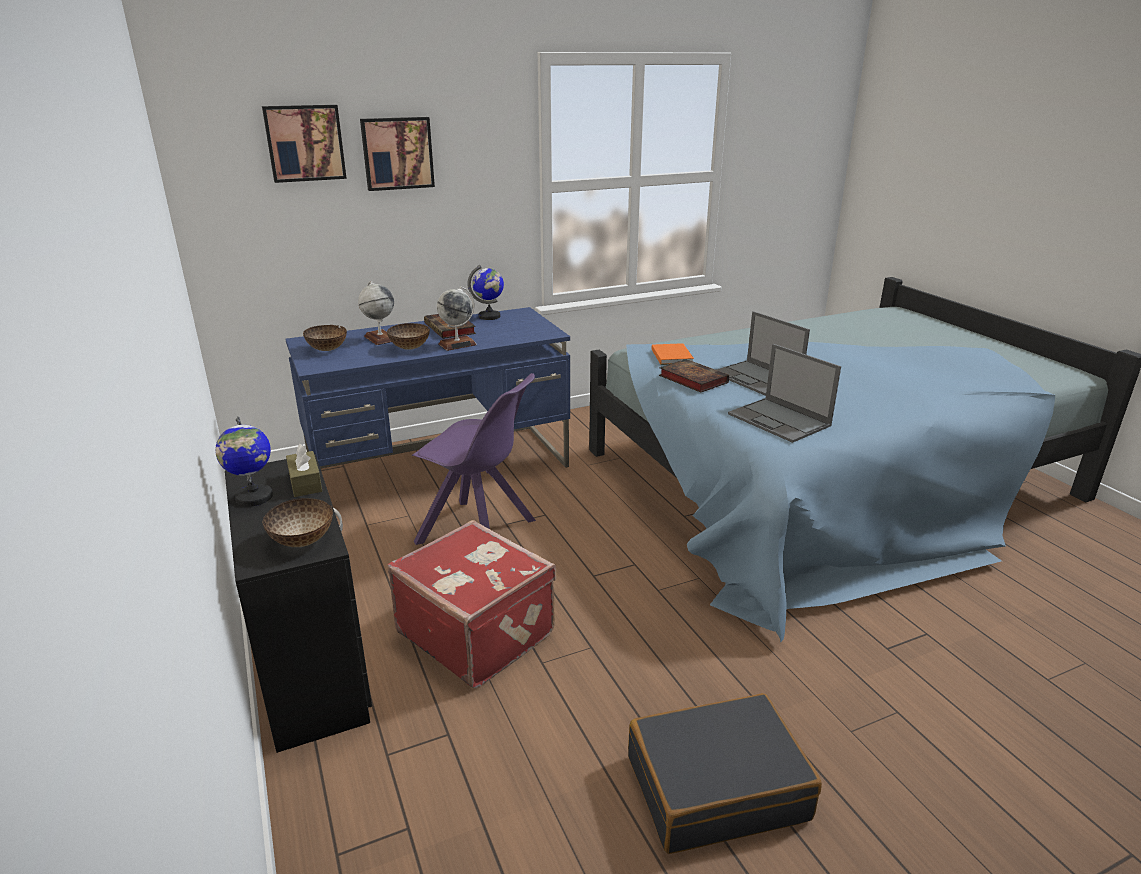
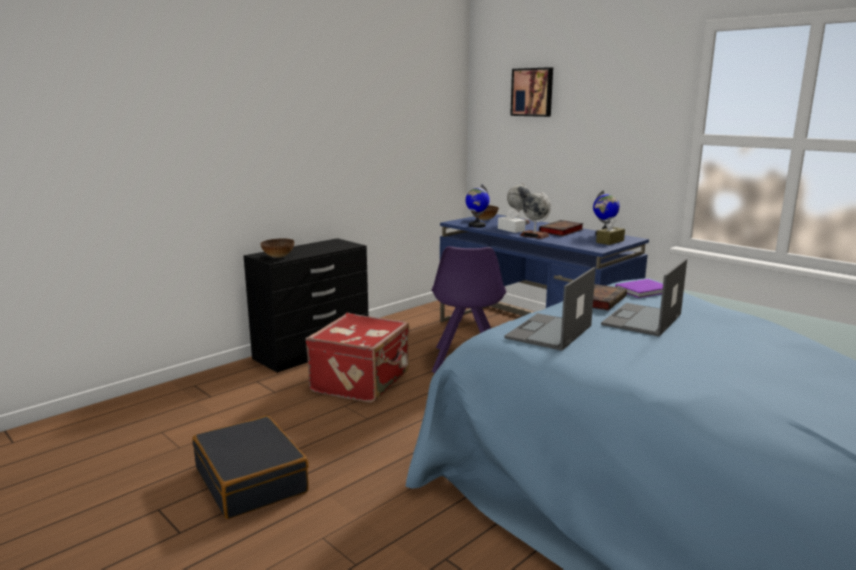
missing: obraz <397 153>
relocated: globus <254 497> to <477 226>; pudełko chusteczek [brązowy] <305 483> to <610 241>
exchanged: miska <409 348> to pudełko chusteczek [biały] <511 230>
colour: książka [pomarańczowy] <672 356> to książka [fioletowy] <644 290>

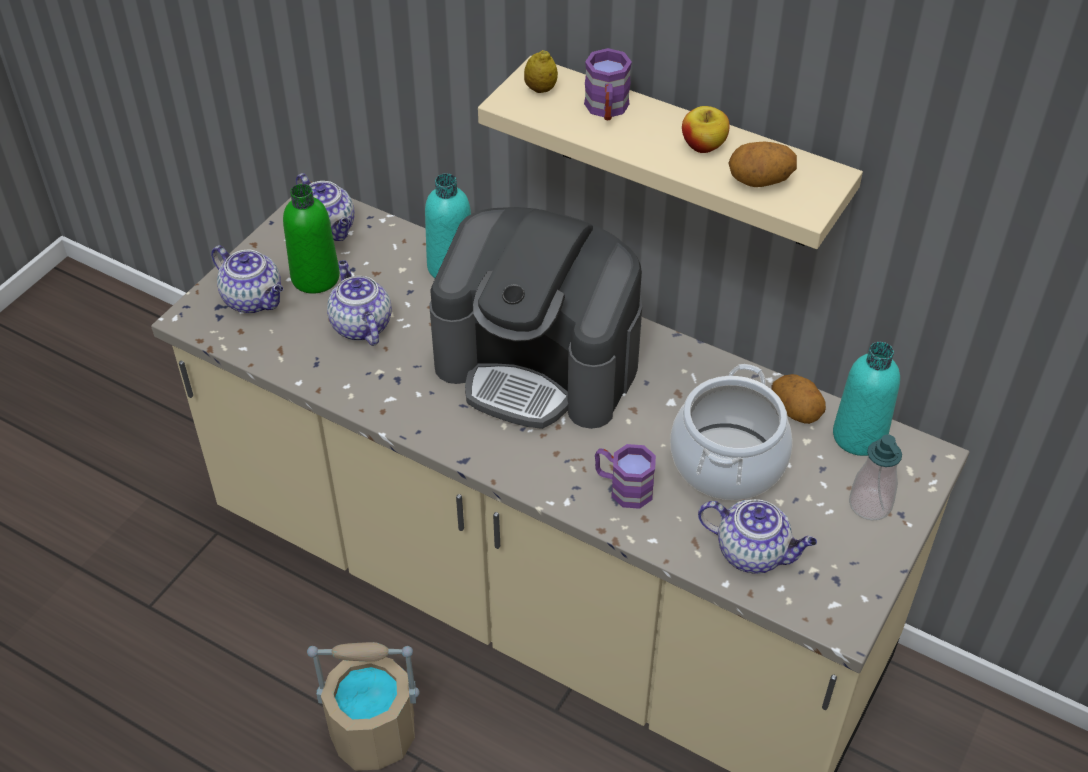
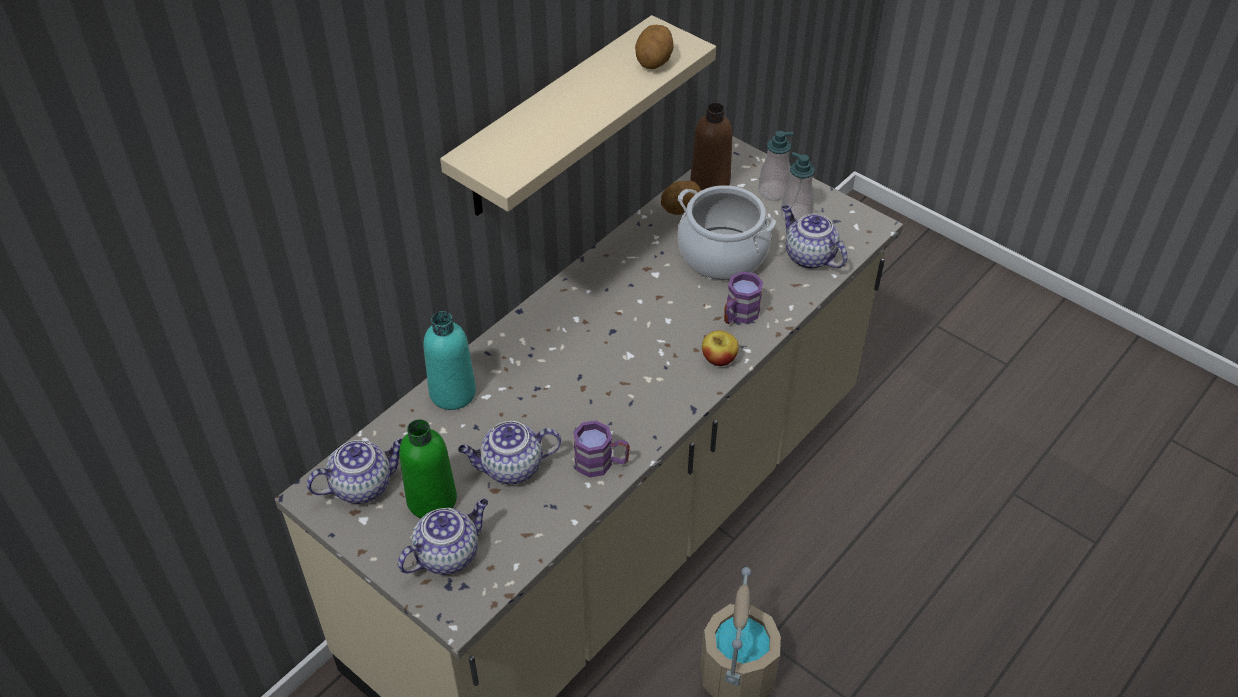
missing: ekspres do kawy <539 364>; cytryna <540 89>
appeared: dozownik mydła <796 215>
relocated: kubek [fioletowy] <606 110> to <601 463>; jabłko <703 145> to <719 359>
colour: butelka [turkusowy] <859 436> to butelka [brązowy] <710 183>
spun: imbryk <753 552> = <808 256> 75 degrees counterclockwise

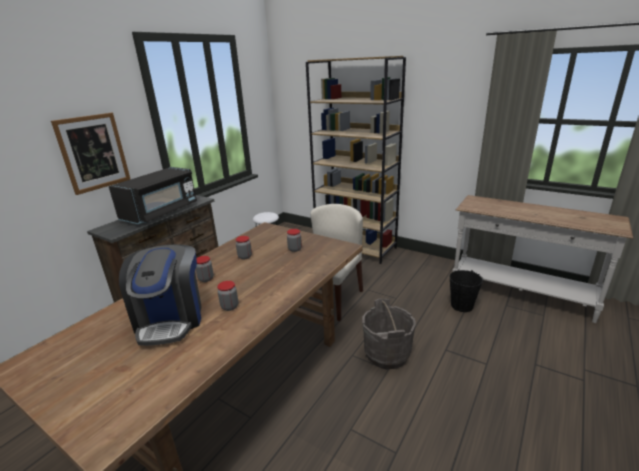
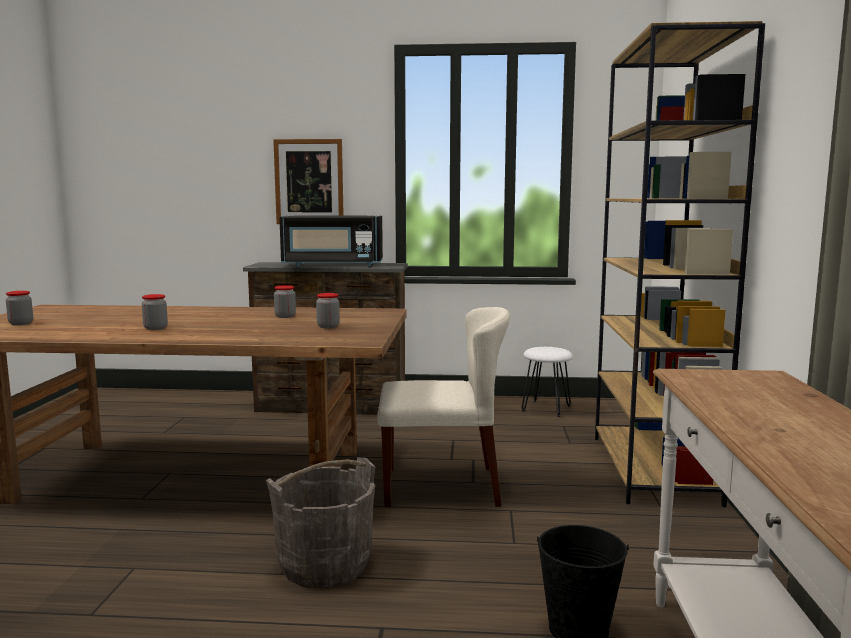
missing: ekspres do kawy <171 319>
relocated: słoik <206 279> to <21 323>

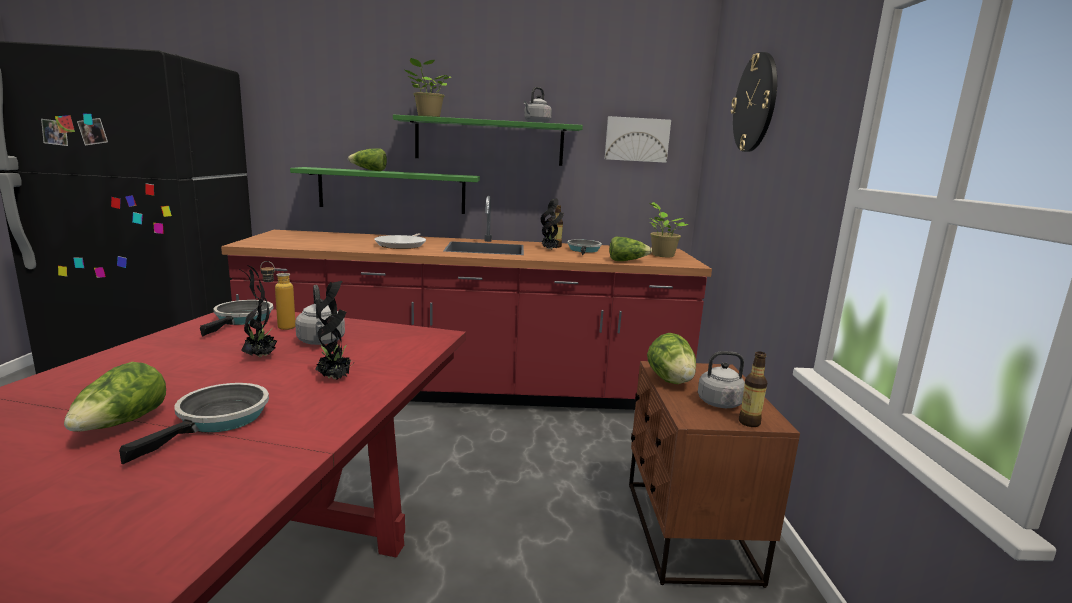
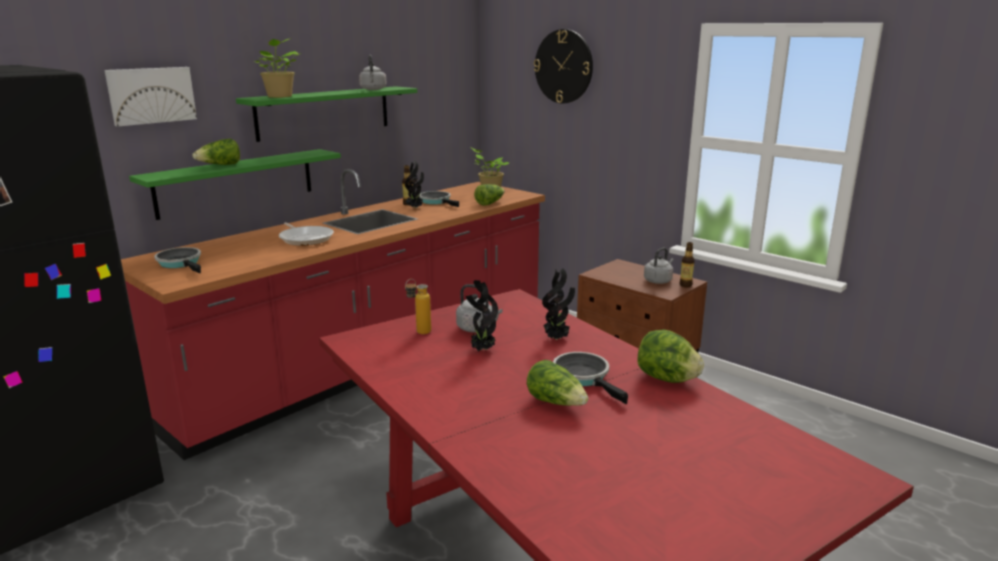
relocated: patelnia <242 320> to <181 263>; obraz <636 139> to <151 95>; sałata <670 380> to <666 379>

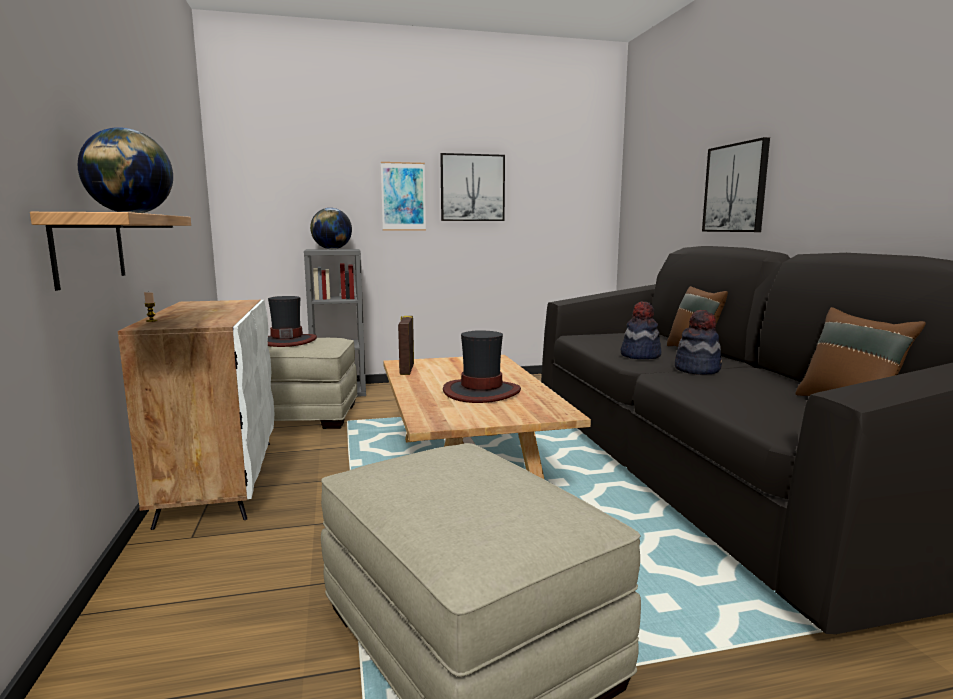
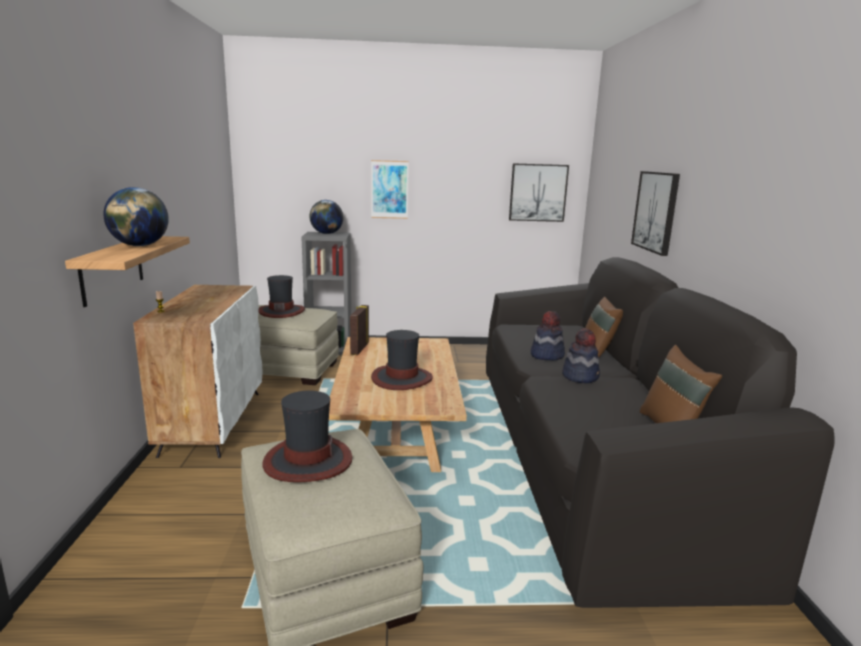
appeared: kapelusz <307 461>
relocated: obraz <472 188> to <538 192>

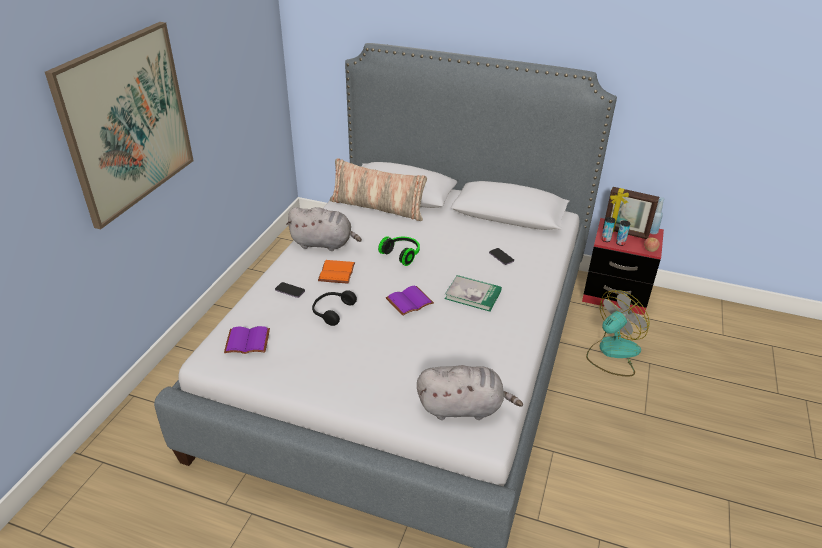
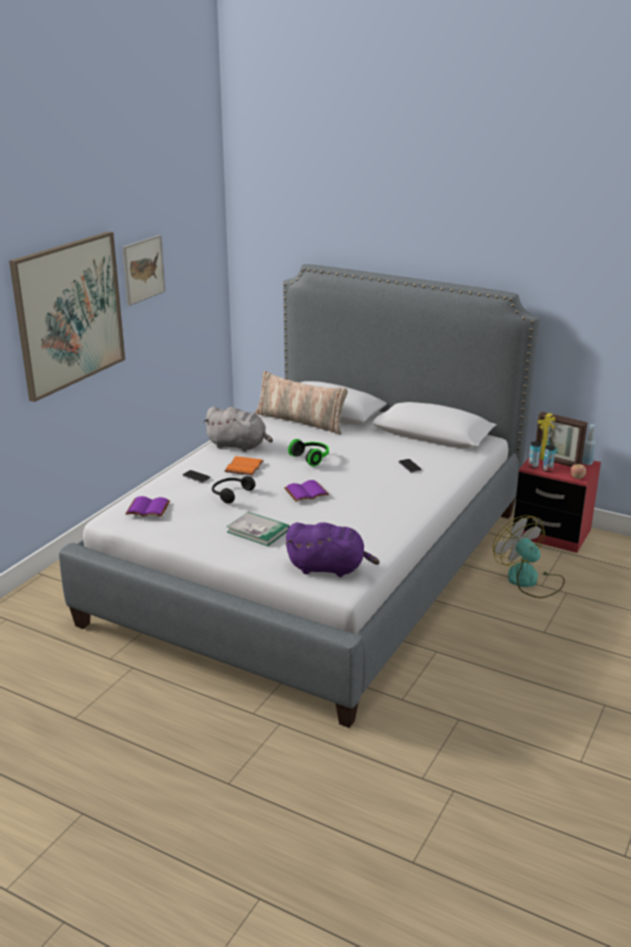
appeared: obraz <143 269>
relocated: książka <473 295> to <258 531>
colour: pluszak [szary] <463 408> to pluszak [fioletowy] <329 568>
spun: wentylator <612 353> = <529 581> 90 degrees counterclockwise

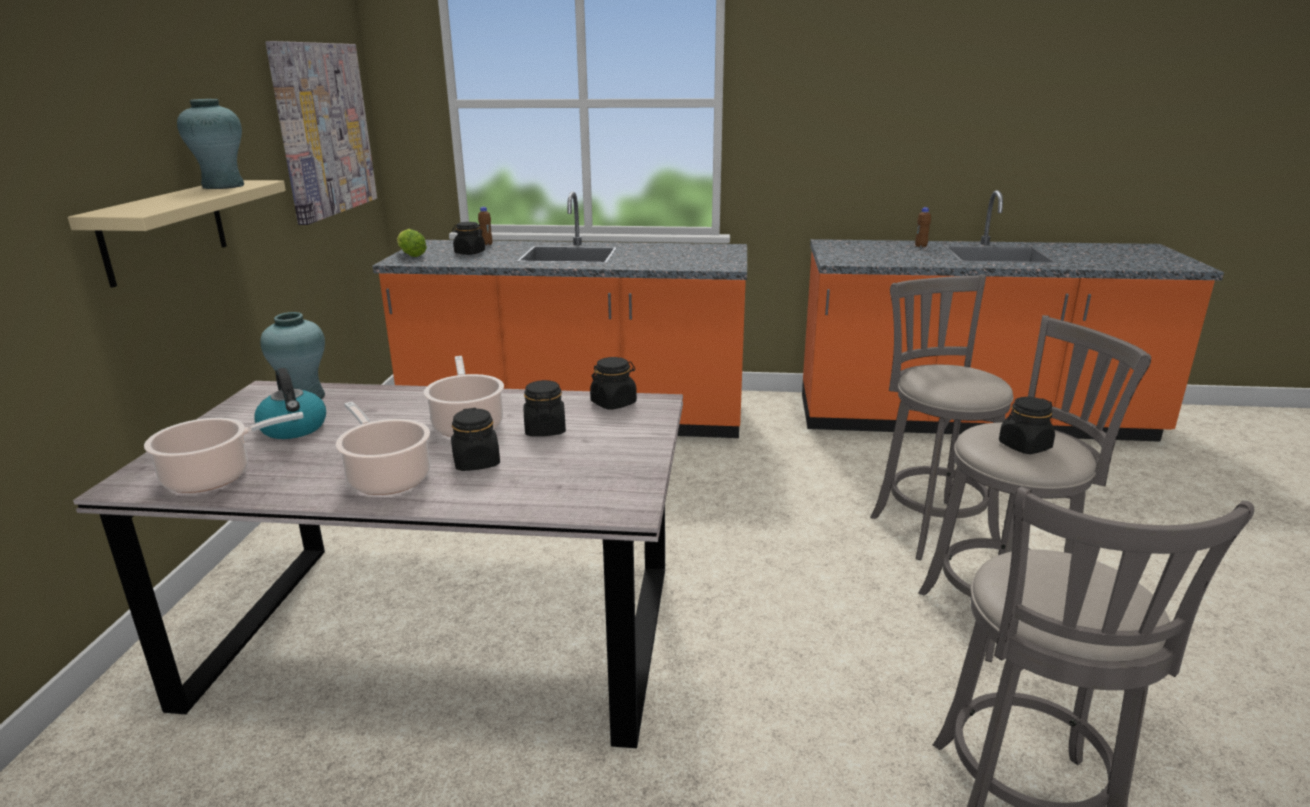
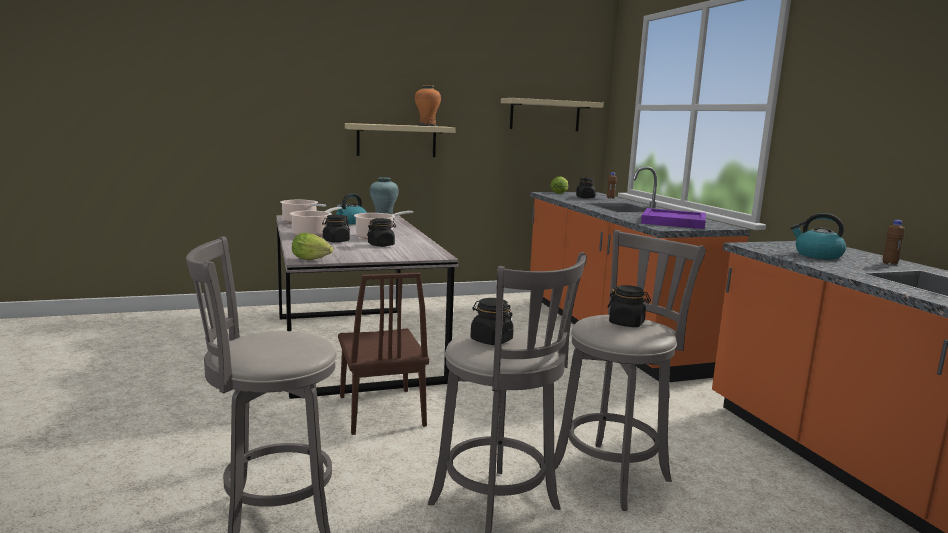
appeared: sałata <313 260>; krzesło [brązowy] <381 410>; taca [fioletowy] <674 222>; czajnik <817 255>
relocated: słoik [czarny] <614 403> to <627 323>
exchanged: obraz <323 130> to półka [beżowy] <545 115>
colour: wazon [turkusowy] <223 186> to wazon [pomarańczowy] <427 125>

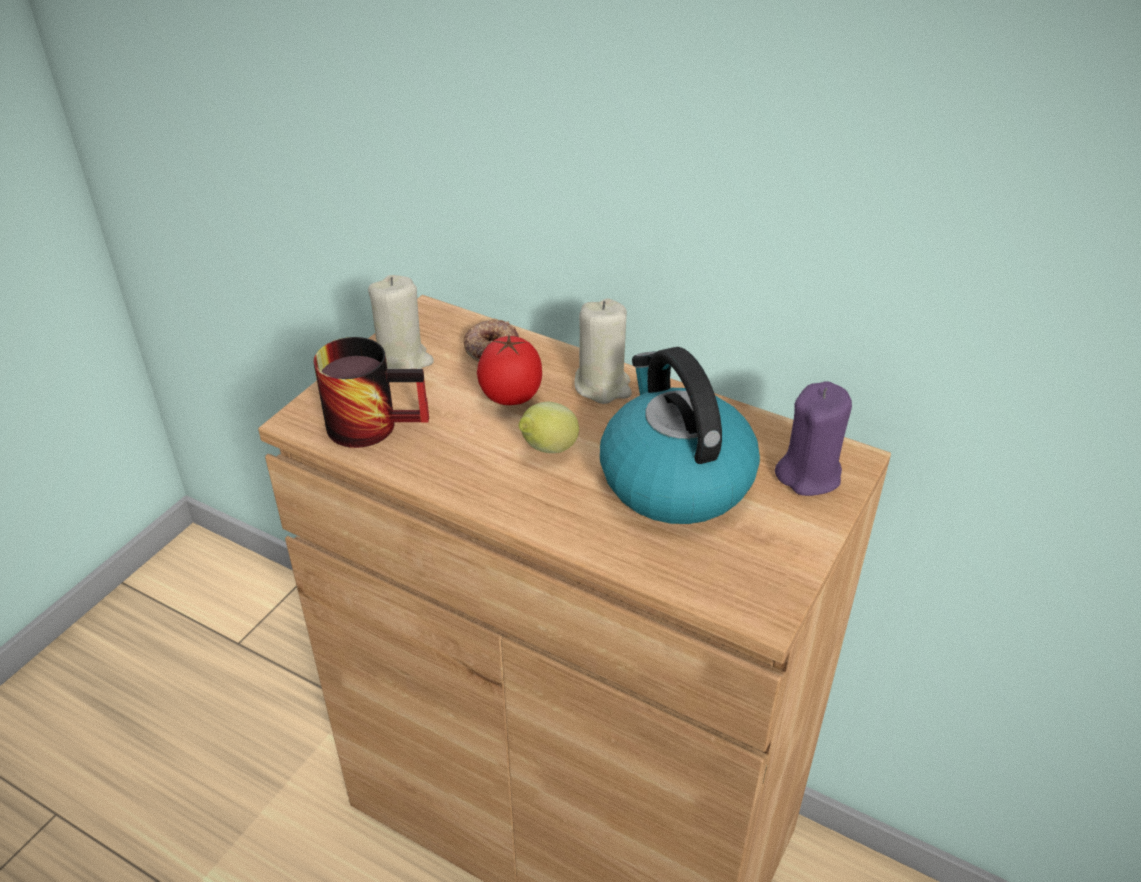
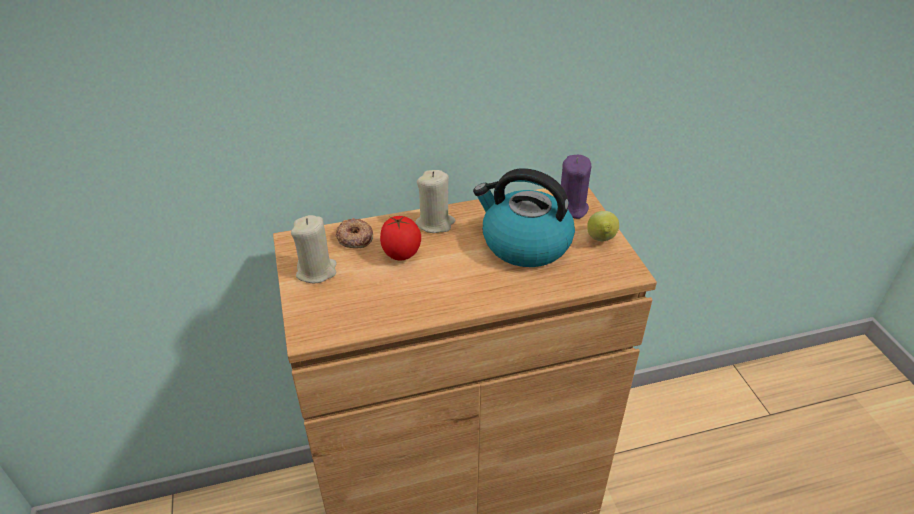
missing: kubek <374 421>
relocated: cytryna <547 450> to <601 240>

